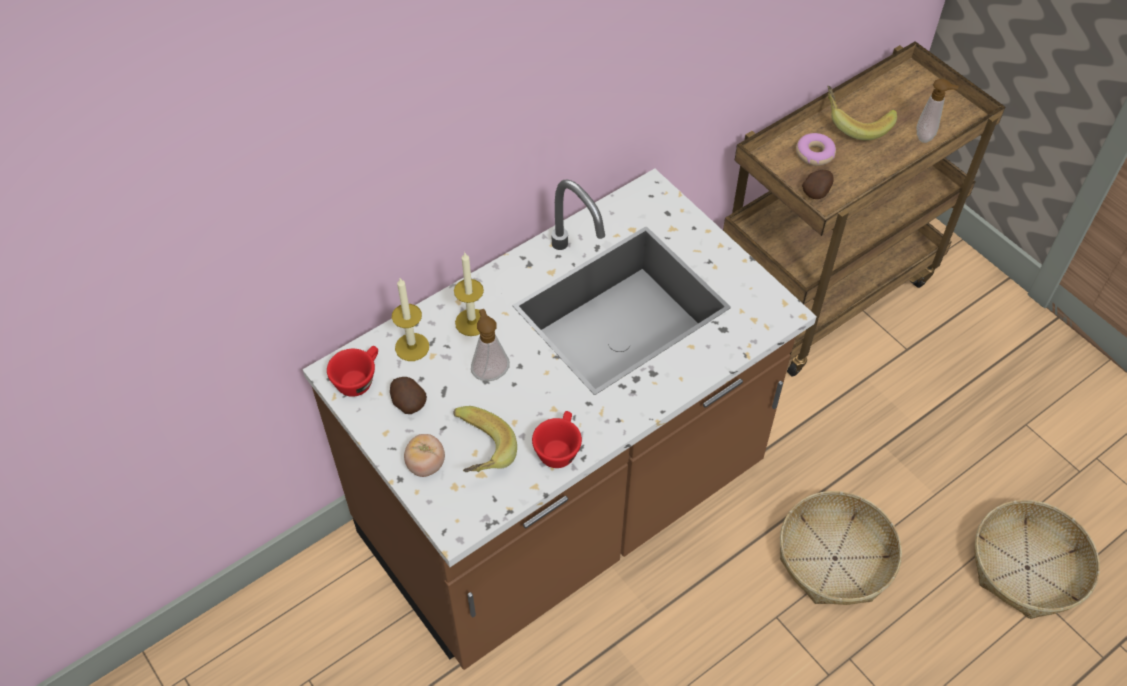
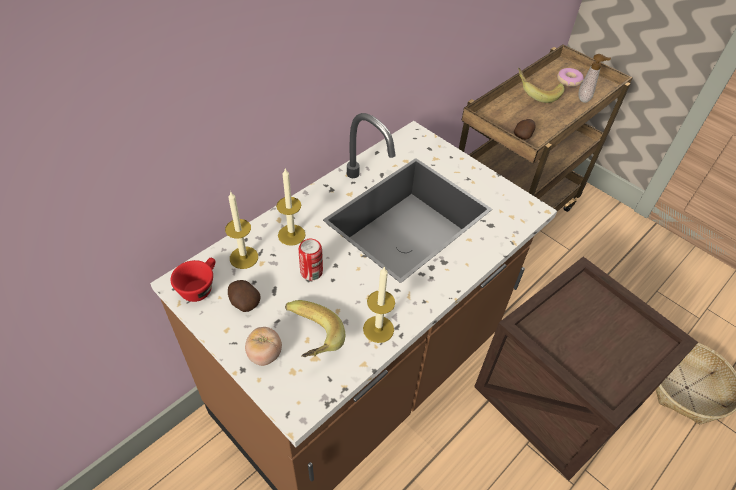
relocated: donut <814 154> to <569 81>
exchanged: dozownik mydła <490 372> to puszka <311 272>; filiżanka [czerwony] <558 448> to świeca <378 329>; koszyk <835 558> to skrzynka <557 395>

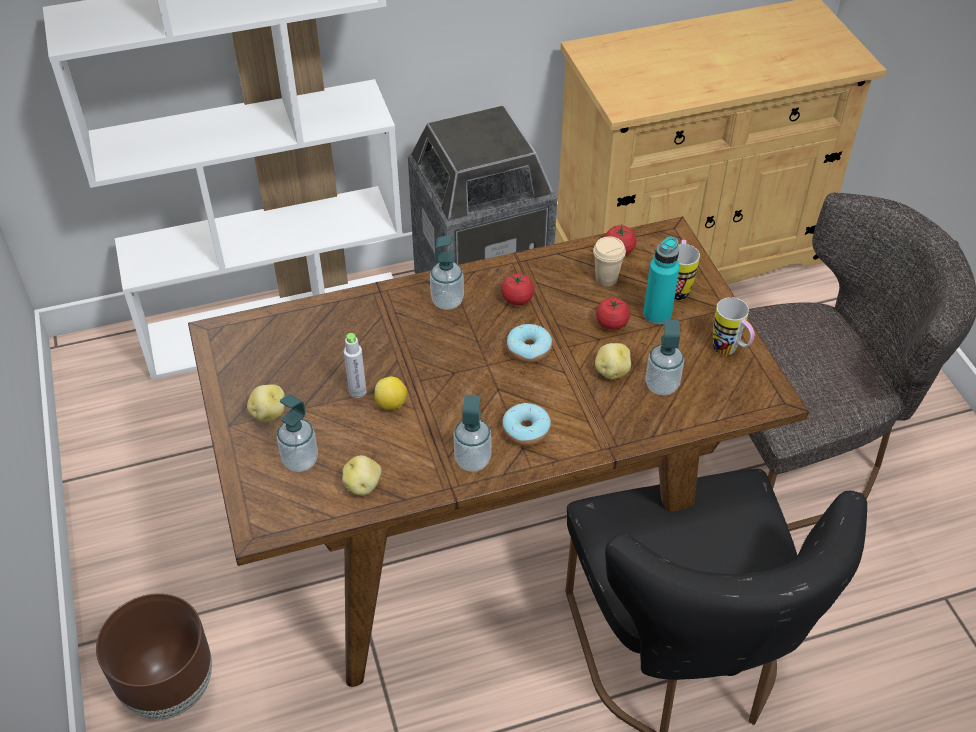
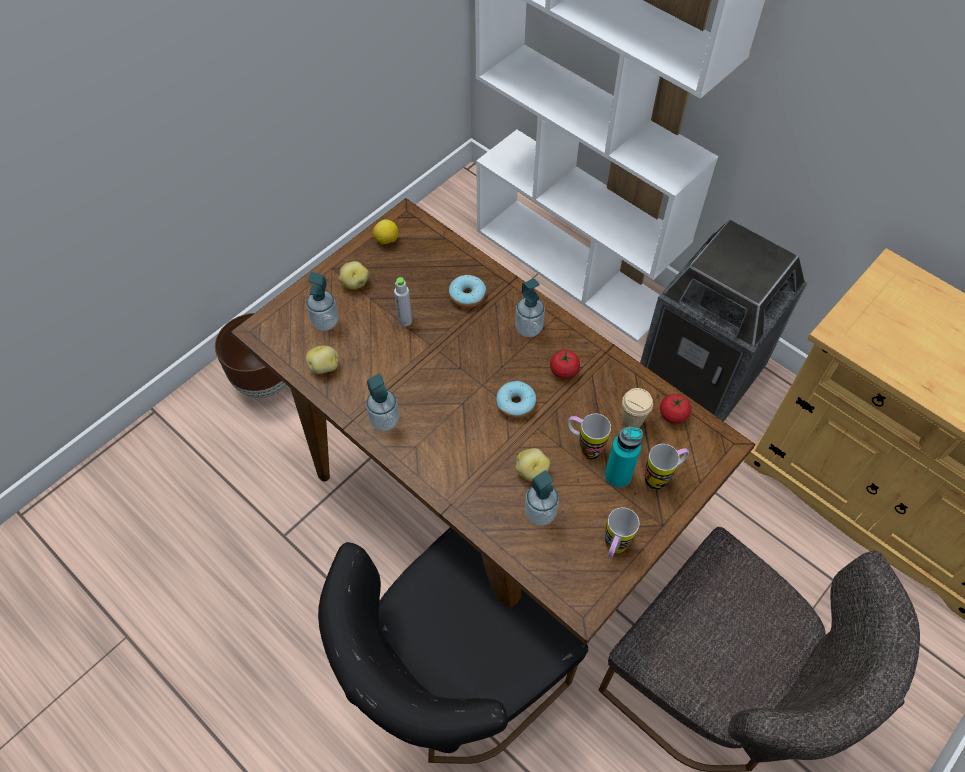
relocated: cytryna <391 404> to <387 240>; donut <526 430> to <467 296>
exchanged: pomidor <611 323> to kubek <584 447>

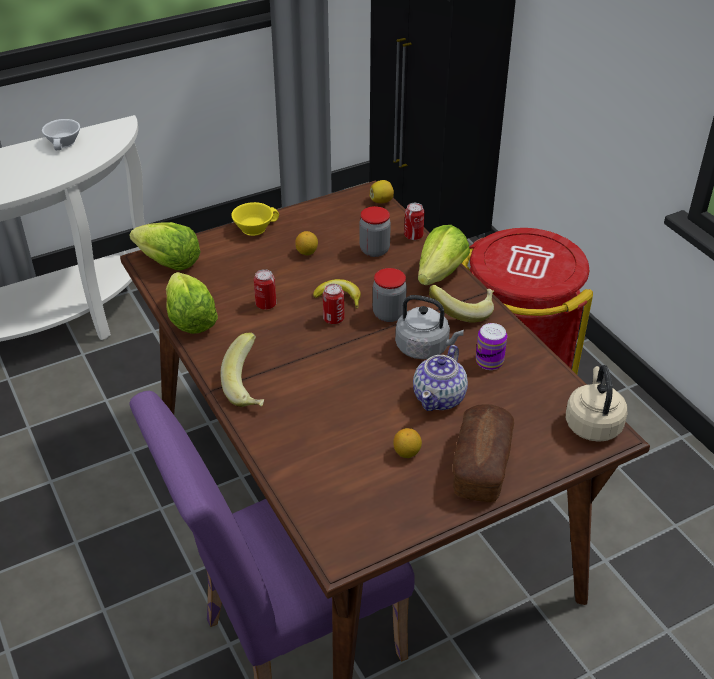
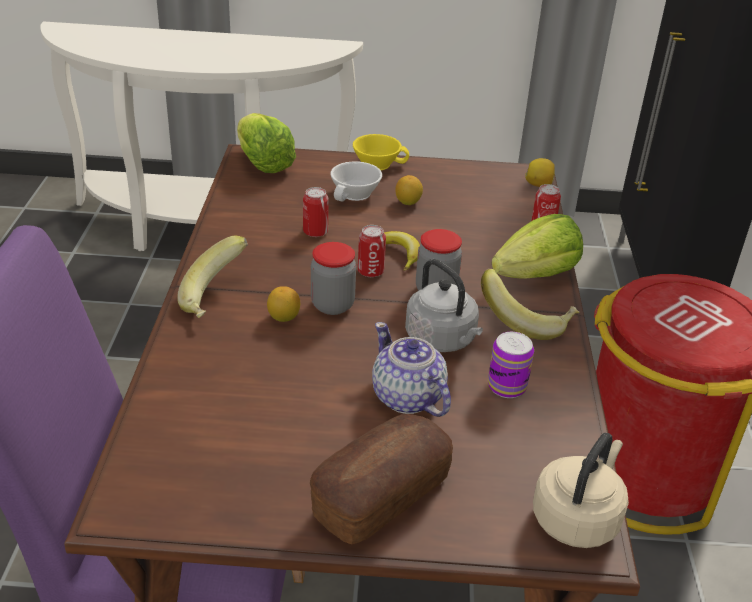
missing: sałata <190 319>
relocated: filiżanka [biały] <65 143> to <356 194>; słoik <374 250> to <332 305>; cytryna <407 453> to <284 317>
spun: imbryk <440 397> = <407 398> 90 degrees clockwise

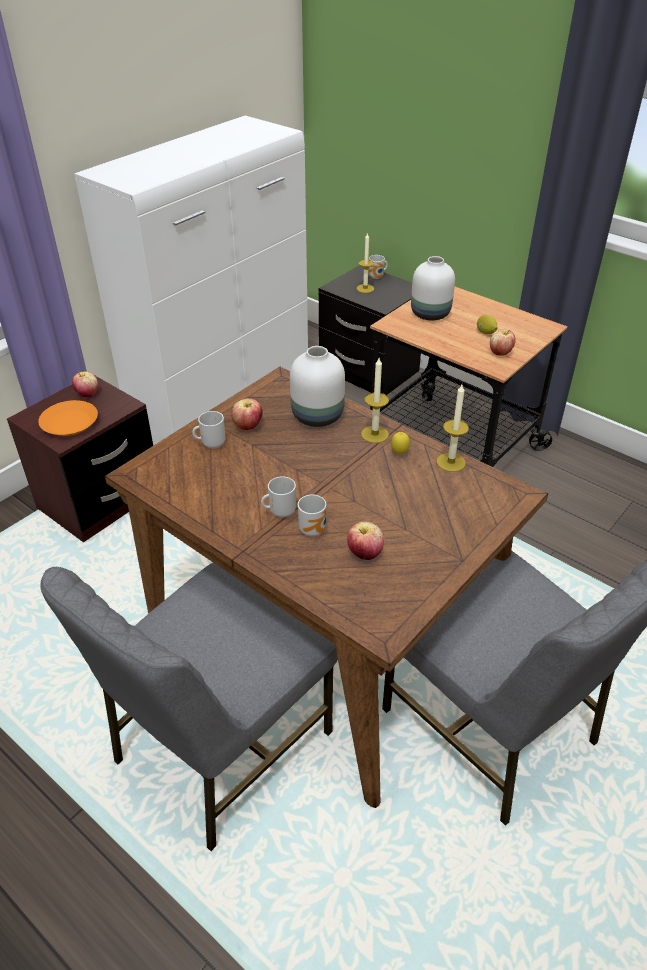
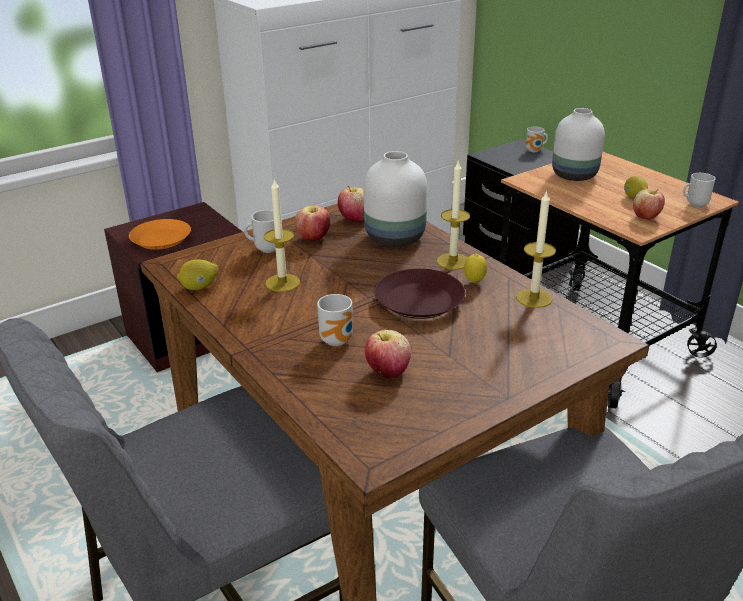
appeared: cytryna <199 287>; talerz [brązowy] <419 302>
relocated: jabłko <87 394> to <354 219>; kubek <280 512> to <694 204>; świeca <365 288> to <282 283>

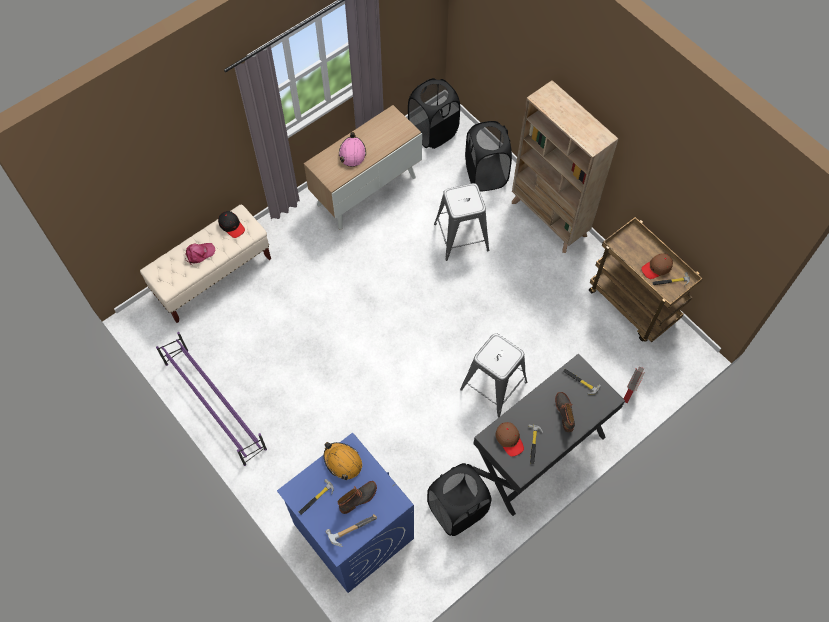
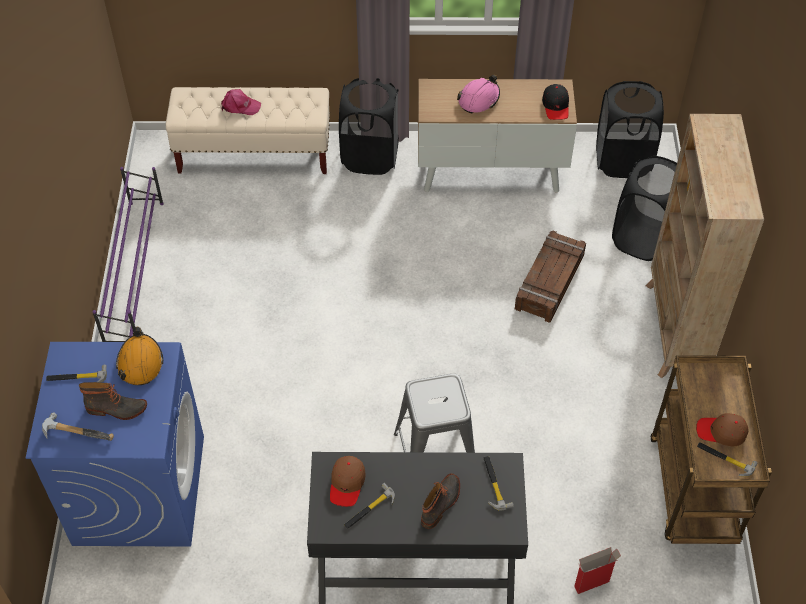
relocated: czapka z daszkiem [czarny] <231 226> to <556 106>; kosz na pranie [czarny] <457 510> to <370 156>
exchanged: stołek [szary] <461 237> to skrzynka <550 282>

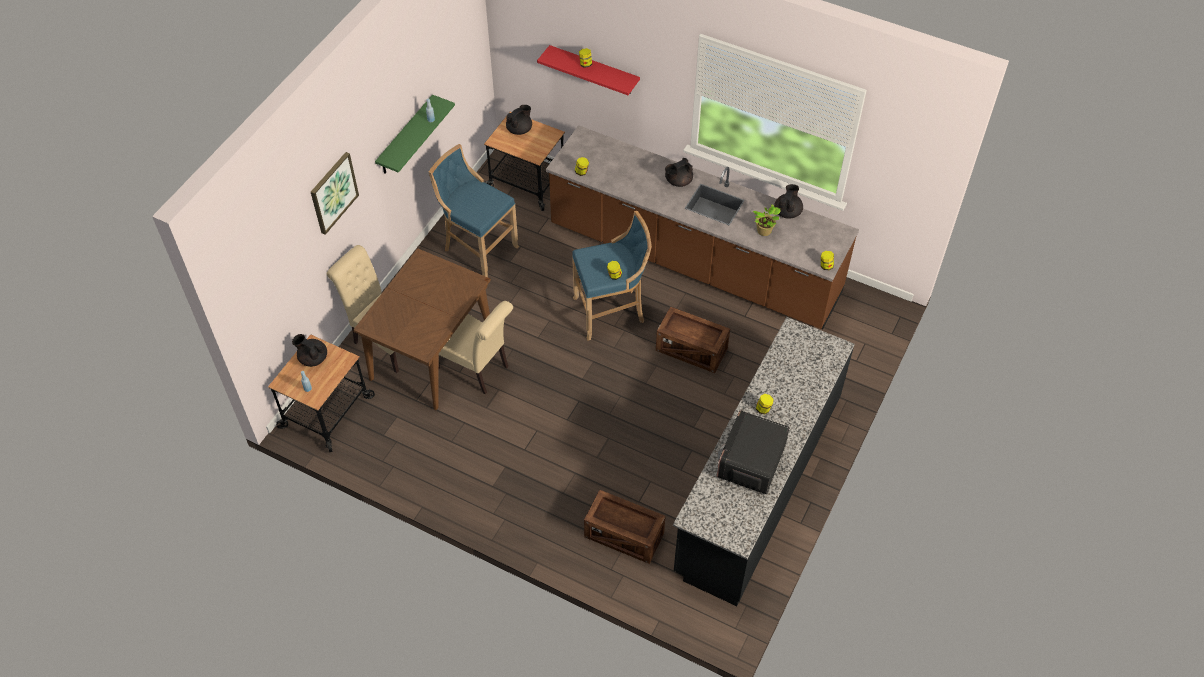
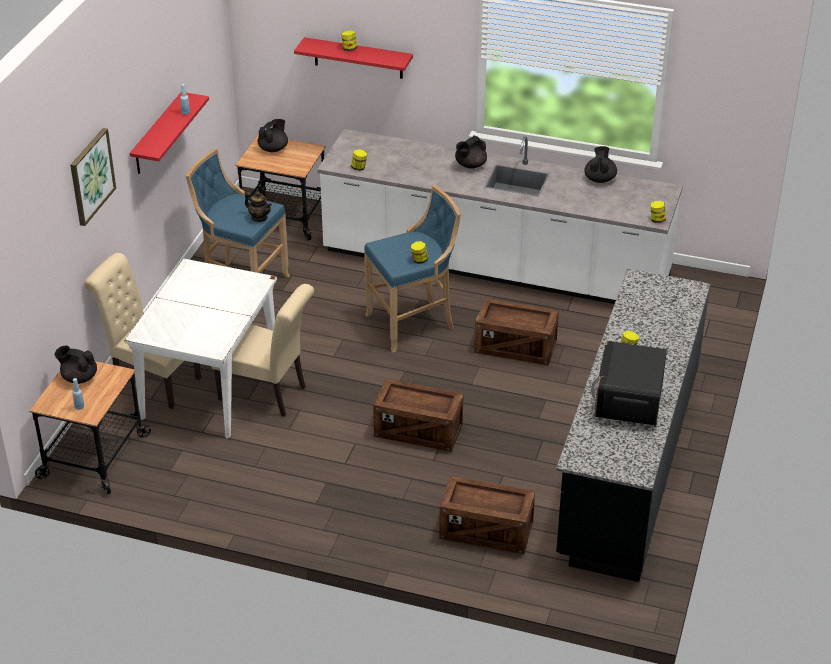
missing: roślina doniczkowa <765 231>
appeared: imbryk <259 218>; skrzynka <418 431>
colour: stół jadalny [brązowy] <432 354> to stół jadalny [biały] <211 386>; półka [zielony] <405 136> to półka [czerwony] <157 134>; zabudowa kuchenna [brązowy] <693 261> to zabudowa kuchenna [biały] <495 267>

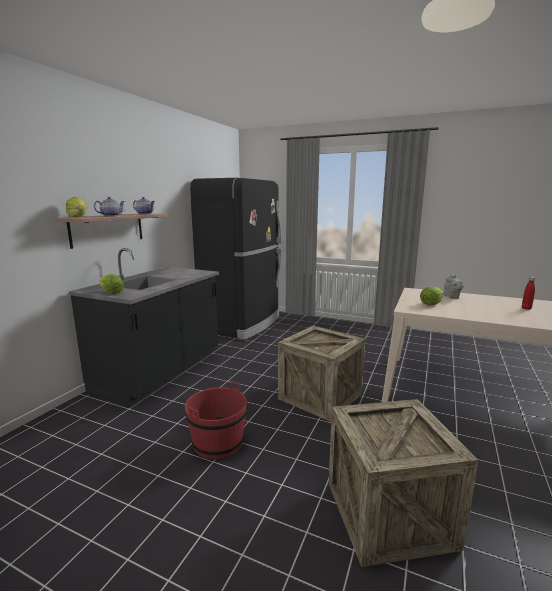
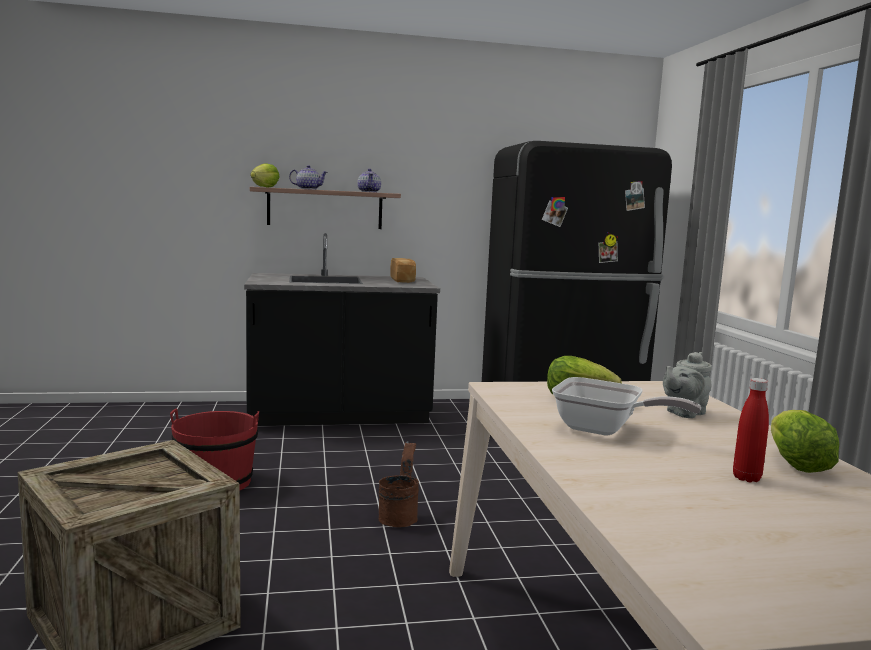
appeared: chleb <403 280>; patelnia <604 430>
relocated: sałata <111 293> to <796 465>
exchanged: skrzynka <320 396> to wiadro [brązowy] <399 516>

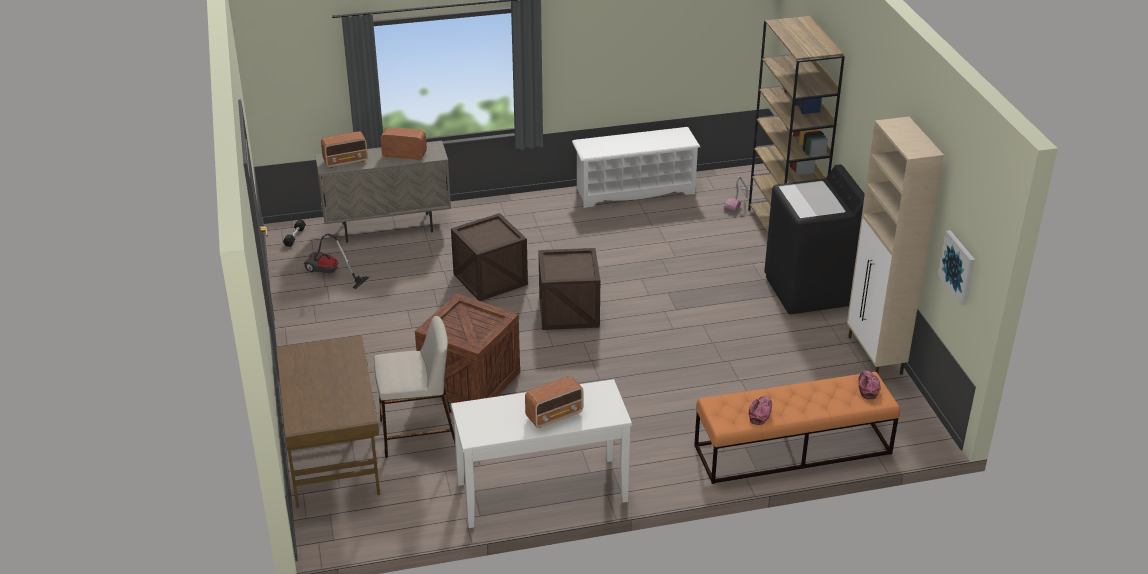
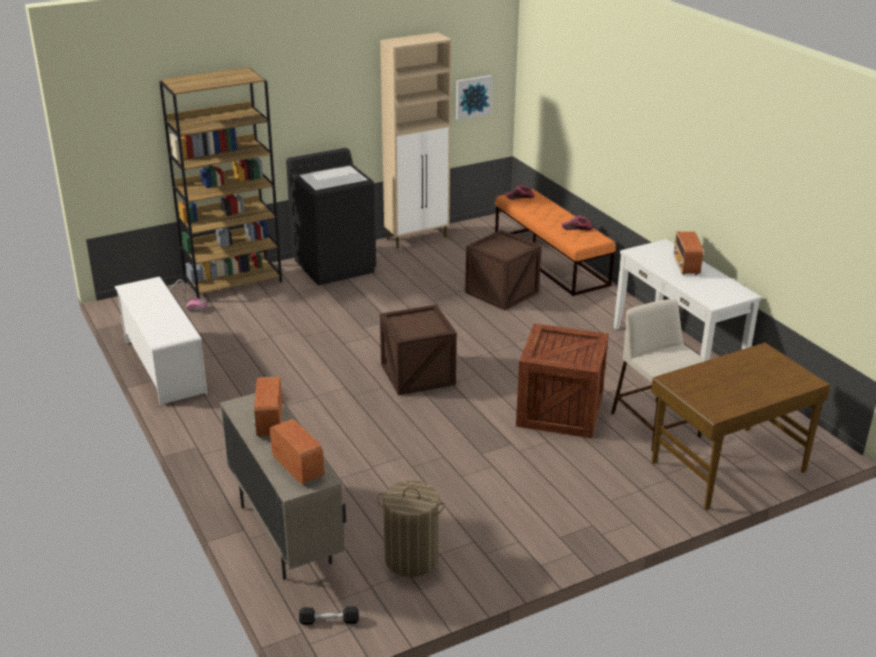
relocated: skrzynka <490 279> to <502 292>
exchanged: odkurzacz <329 274> to kosz na pranie <411 559>
spun: radio <555 415> = <686 266> 135 degrees counterclockwise

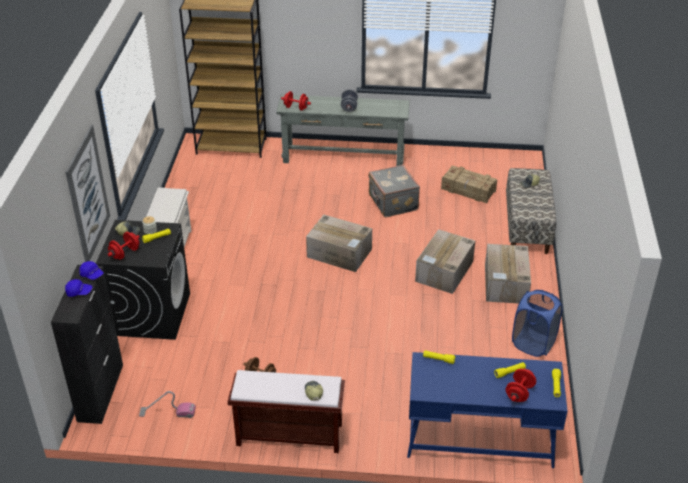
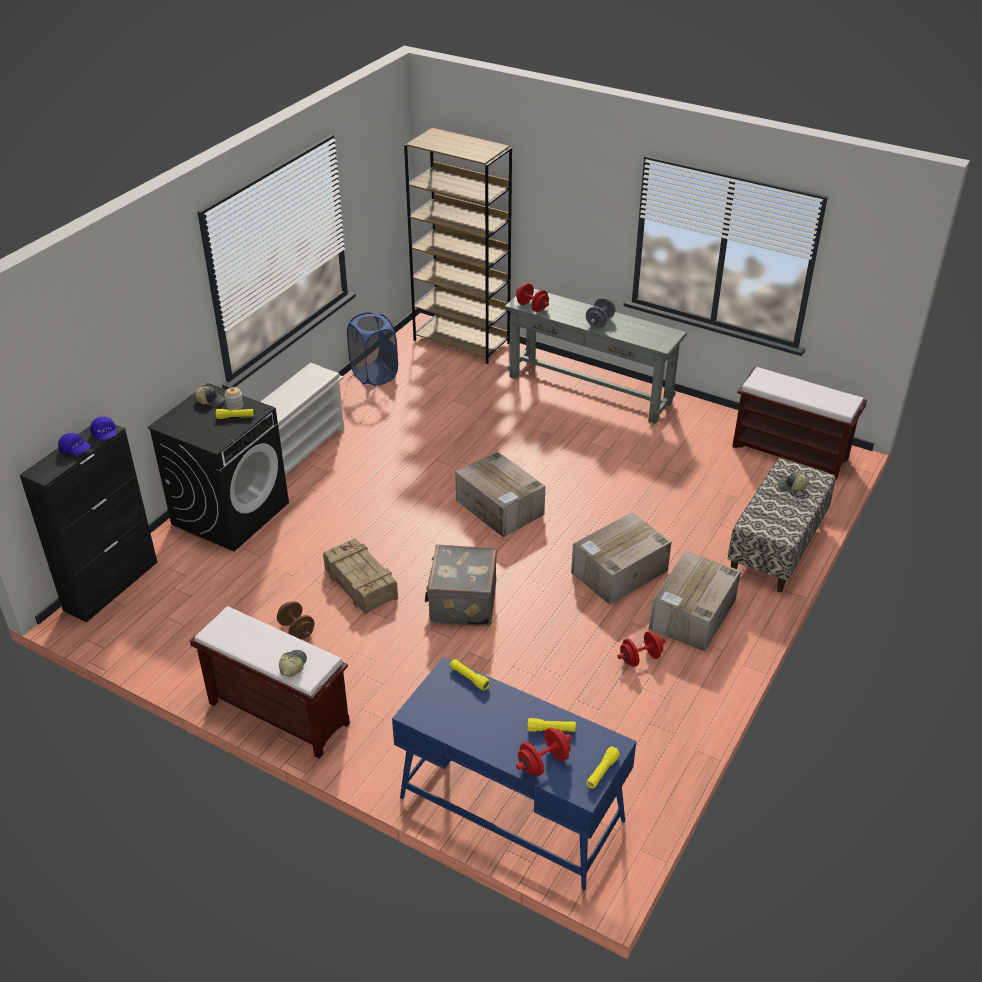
missing: obraz <88 195>; odkurzacz <167 412>
appeared: ławka [brązowy] <791 452>
relocated: hantel [czerwony] <125 253> to <640 658>; walizka [szary] <392 203> to <461 603>; skrzynka <468 190> to <360 584>; kosz na pranie [niebieski] <533 343> to <374 375>

